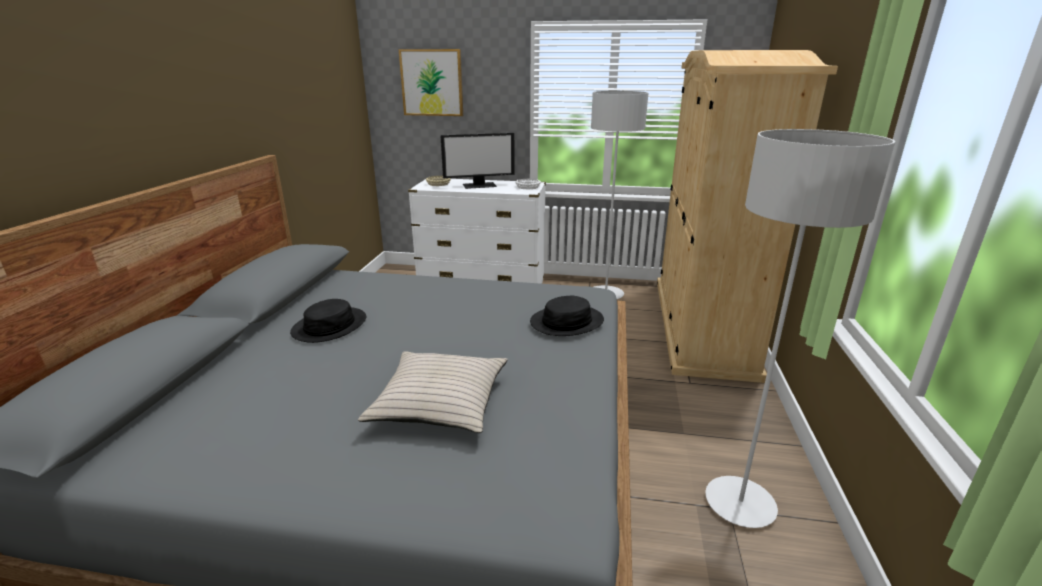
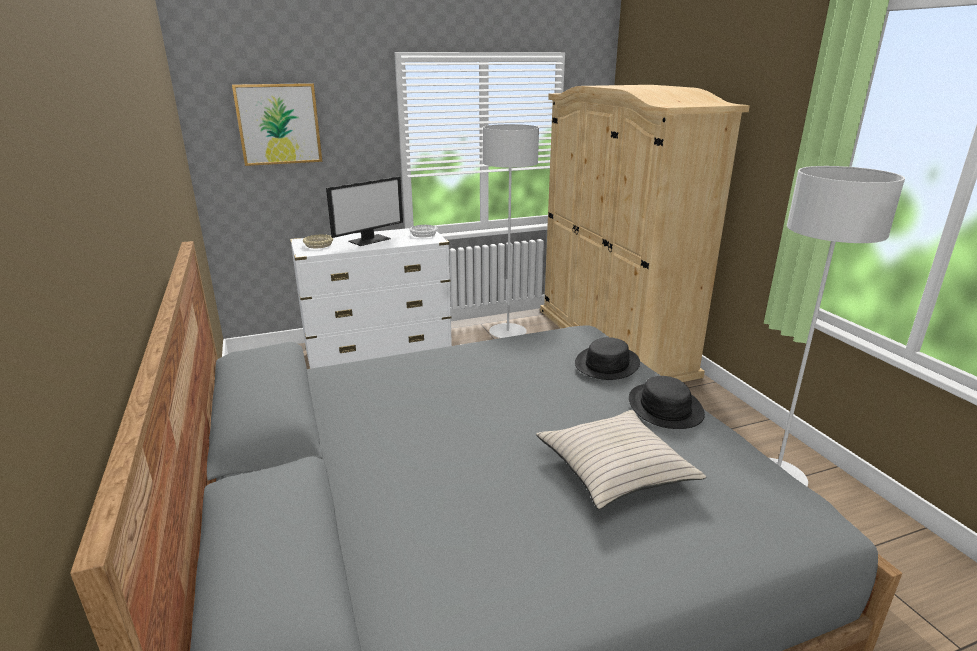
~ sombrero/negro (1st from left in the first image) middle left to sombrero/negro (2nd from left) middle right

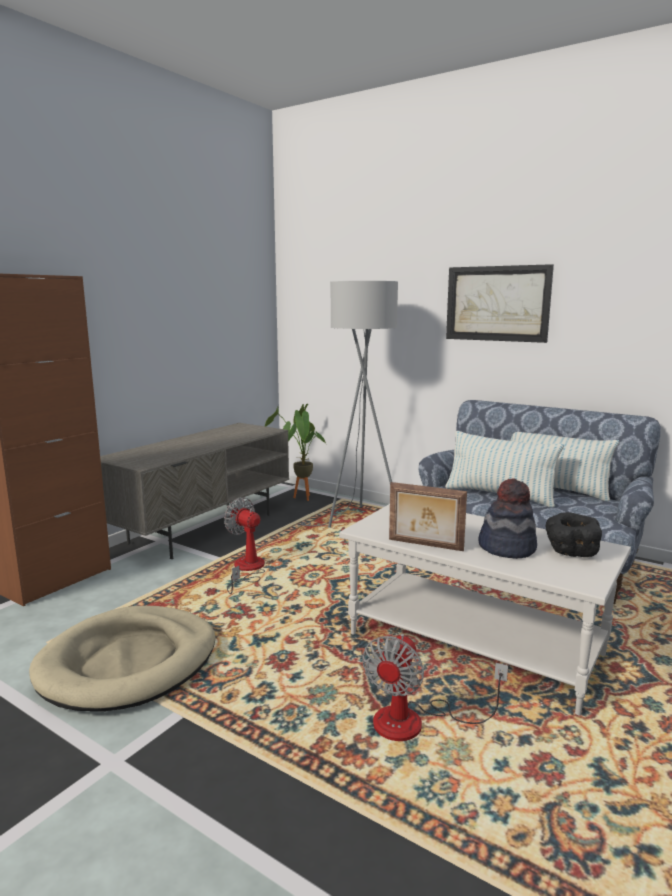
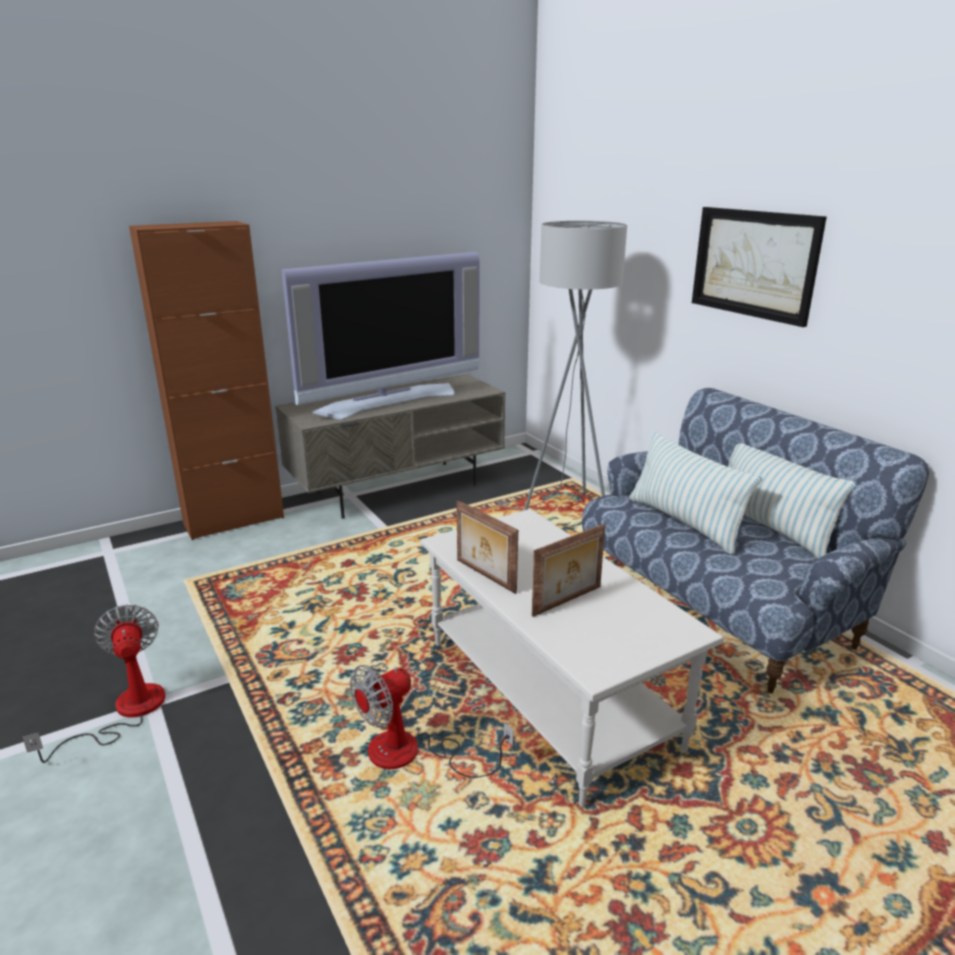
- cama para perro/beis bottom left
- planta en maceta centre
- cuenco/negro middle right
+ televisor centre
~ ventilador (1st from left) centre to bottom left
~ sombrero middle right to portarretratos (2nd from left) centre

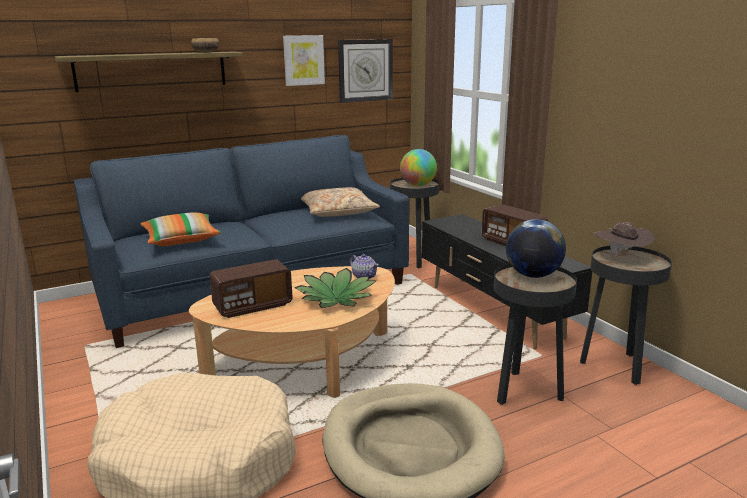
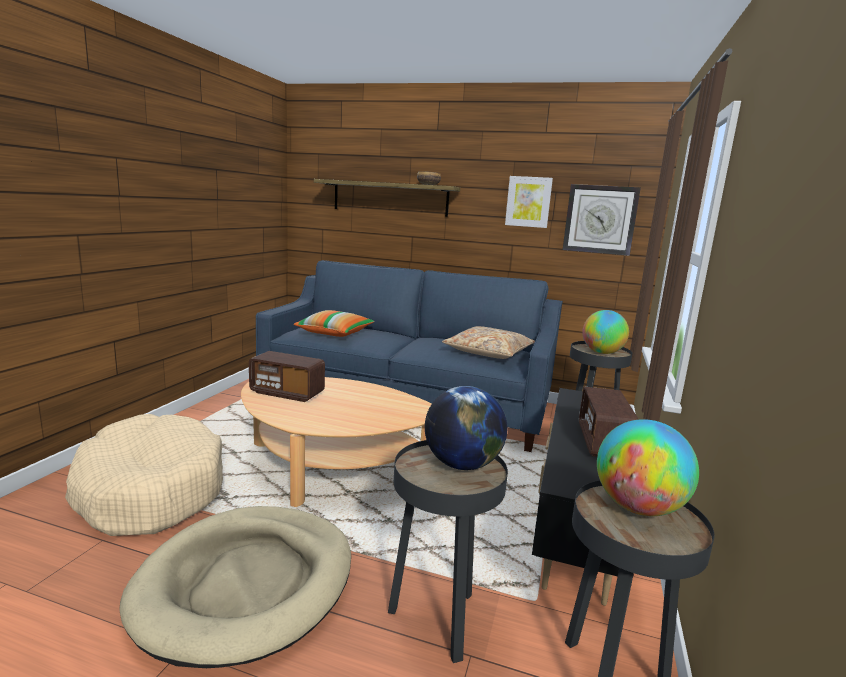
- planta en maceta centre
- tetera centre
~ sombrero/marrón middle right to globo terráqueo (3rd from left) bottom right

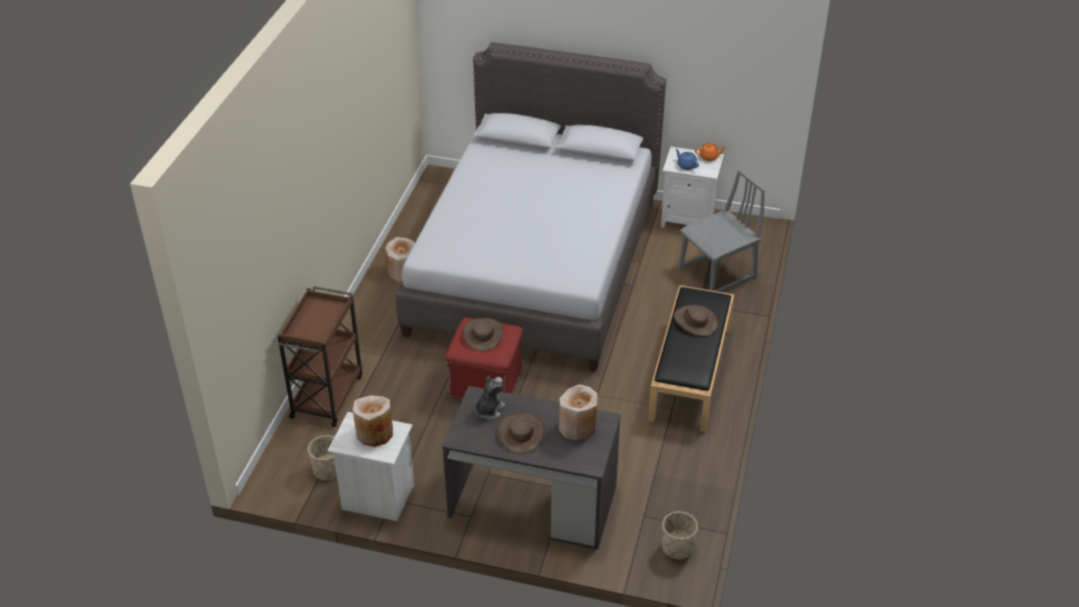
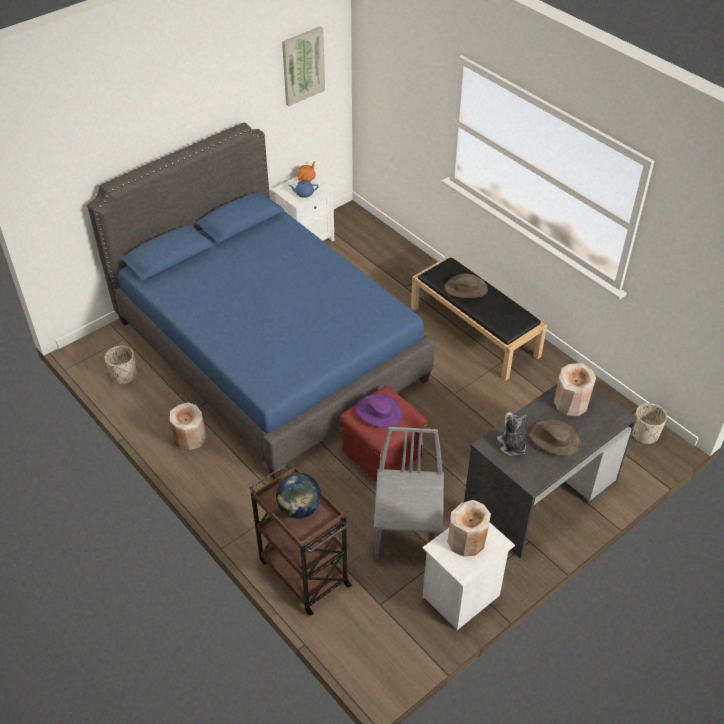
+ globo terráqueo bottom centre
+ cuadro top centre
~ maceta/beis (1st from left) bottom left to middle left
~ silla/gris middle right to bottom centre
~ cama/gris centre to cama/azul centre
~ sombrero/marrón (1st from left) centre to sombrero/morado centre

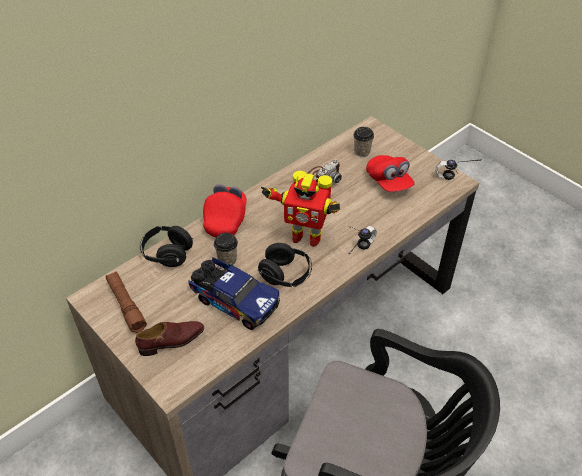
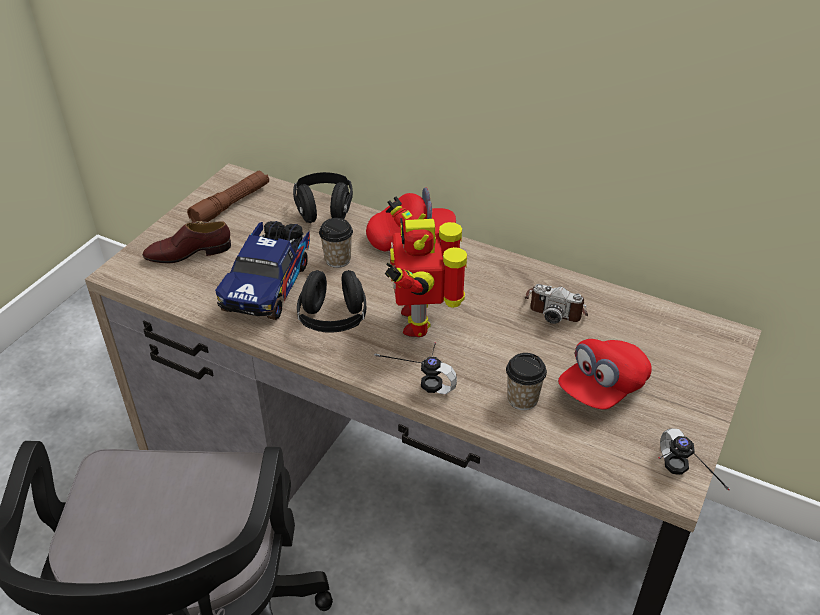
~ taza (2nd from left) top centre to centre
~ zapato/marrón bottom left = middle left 120 degrees clockwise

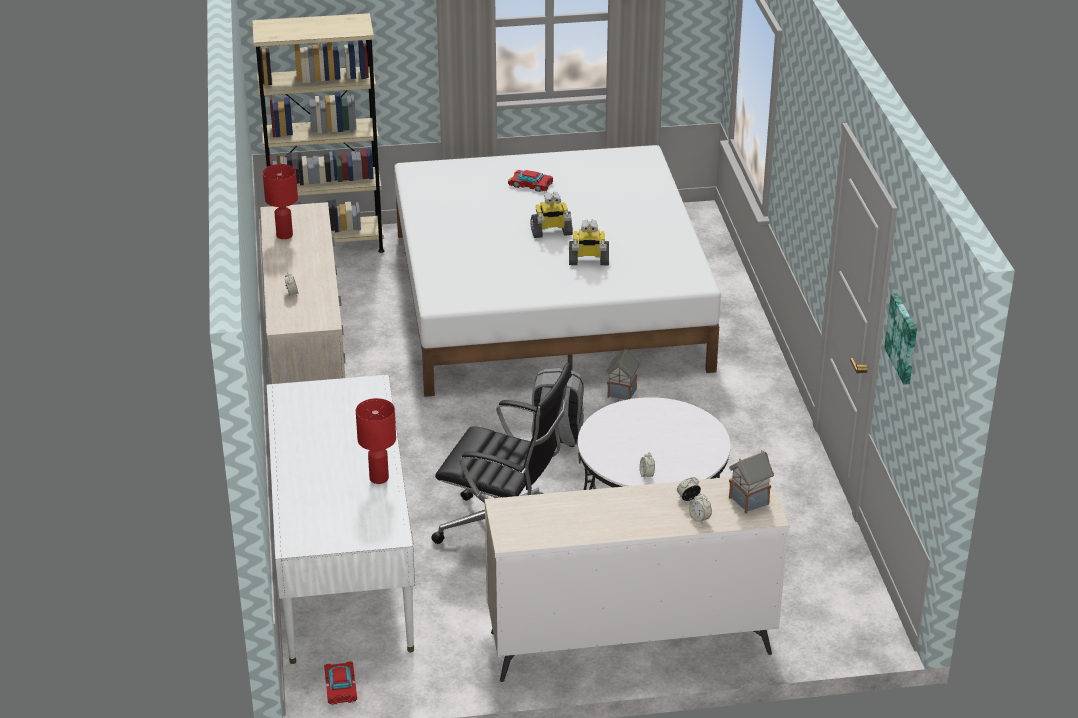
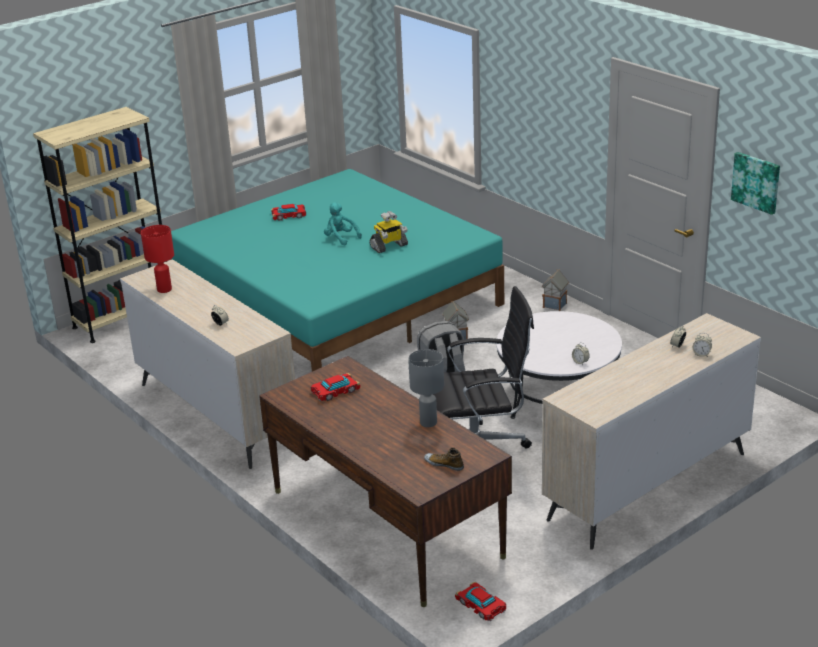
+ coche de juguete (2nd from left) centre
+ zapato bottom centre
~ casita (2nd from left) bottom right to middle right
~ robot de juguete (1st from left) top centre to peluche/turquesa centre
~ escritorio/blanco bottom left to escritorio/marrón bottom centre
~ lámpara de mesa/rojo (2nd from left) centre to lámpara de mesa/gris centre
~ cama/blanco centre to cama/turquesa centre

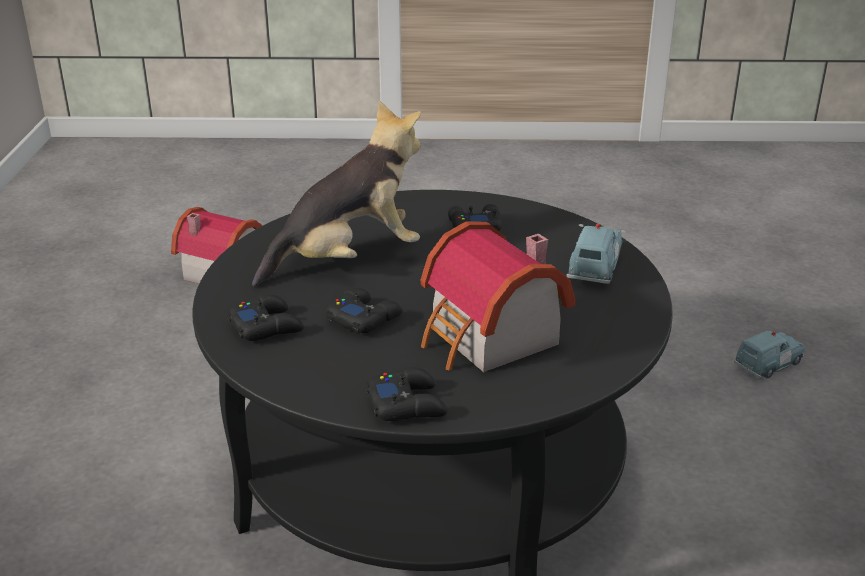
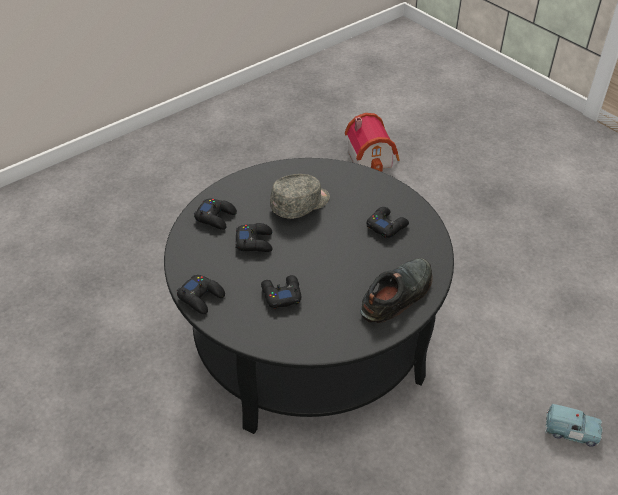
~ peluche centre to gorra/gris centre
~ casita (2nd from left) centre to mando de consola/negro (4th from left) centre
~ coche de juguete/azul (1st from left) middle right to zapato/negro centre

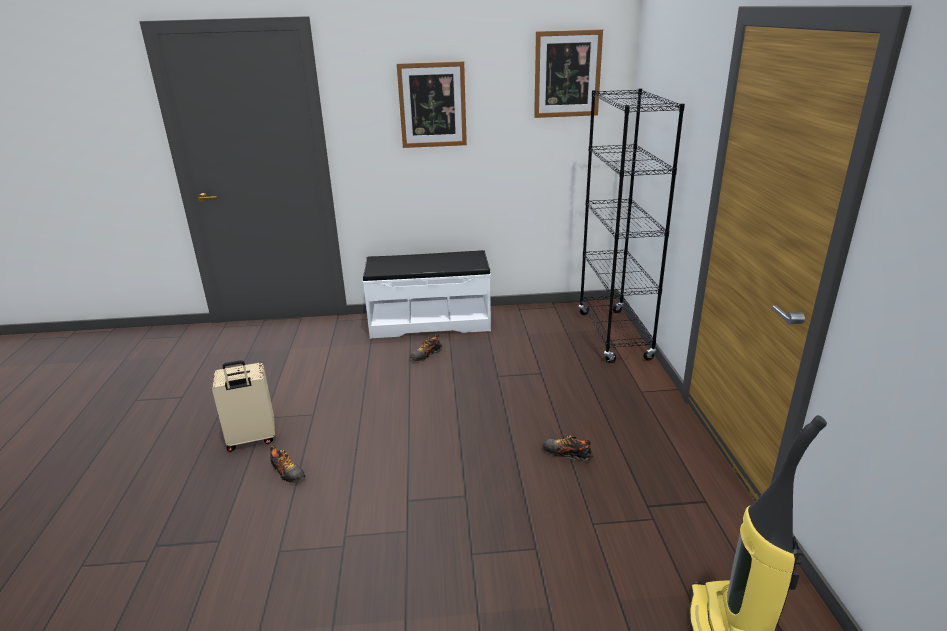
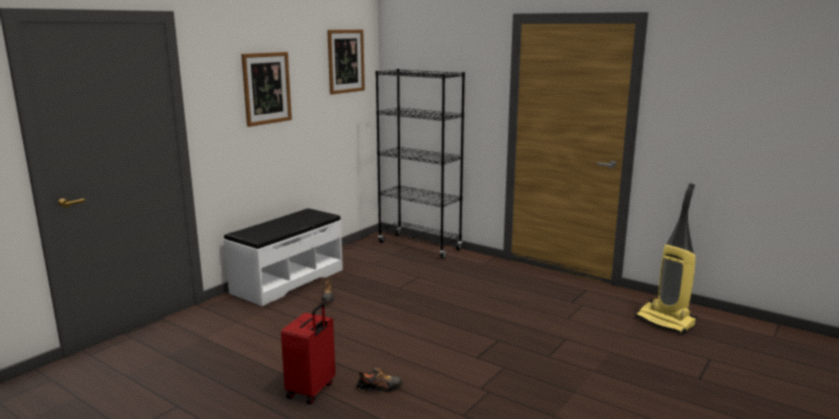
- zapato (3rd from left) bottom centre
~ maleta/beis middle left to maleta/rojo bottom centre

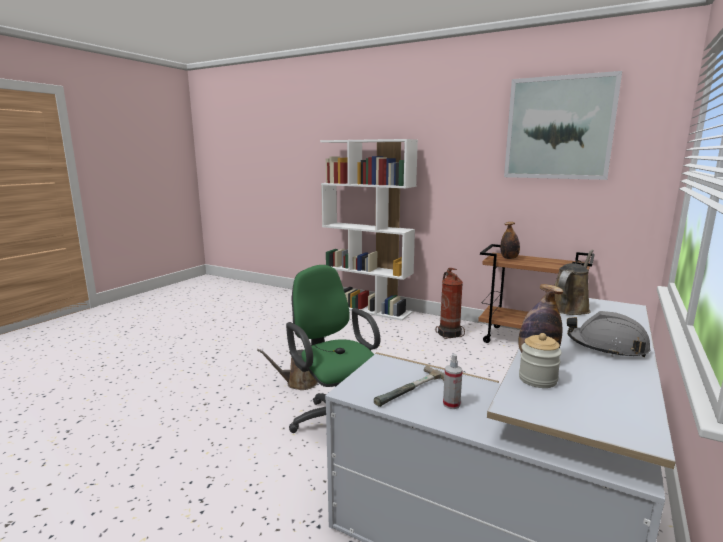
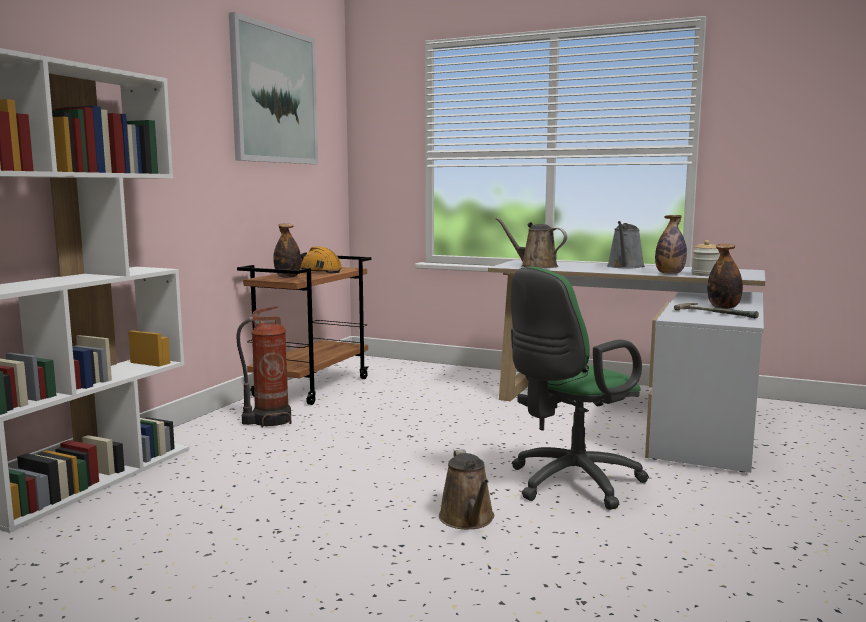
+ casco/naranja centre
~ pulverizador bottom centre to botella (3rd from left) middle right
~ casco/gris middle right to regadera/gris middle right

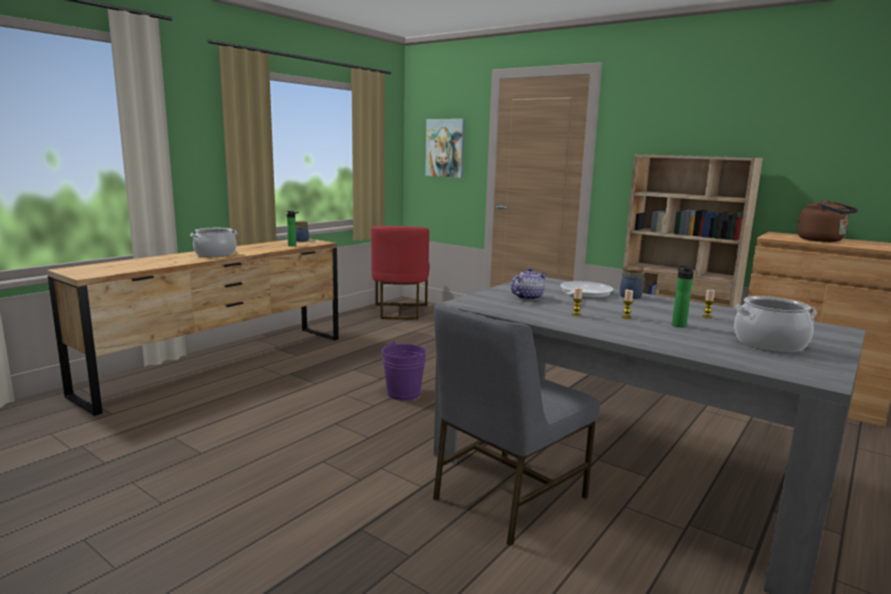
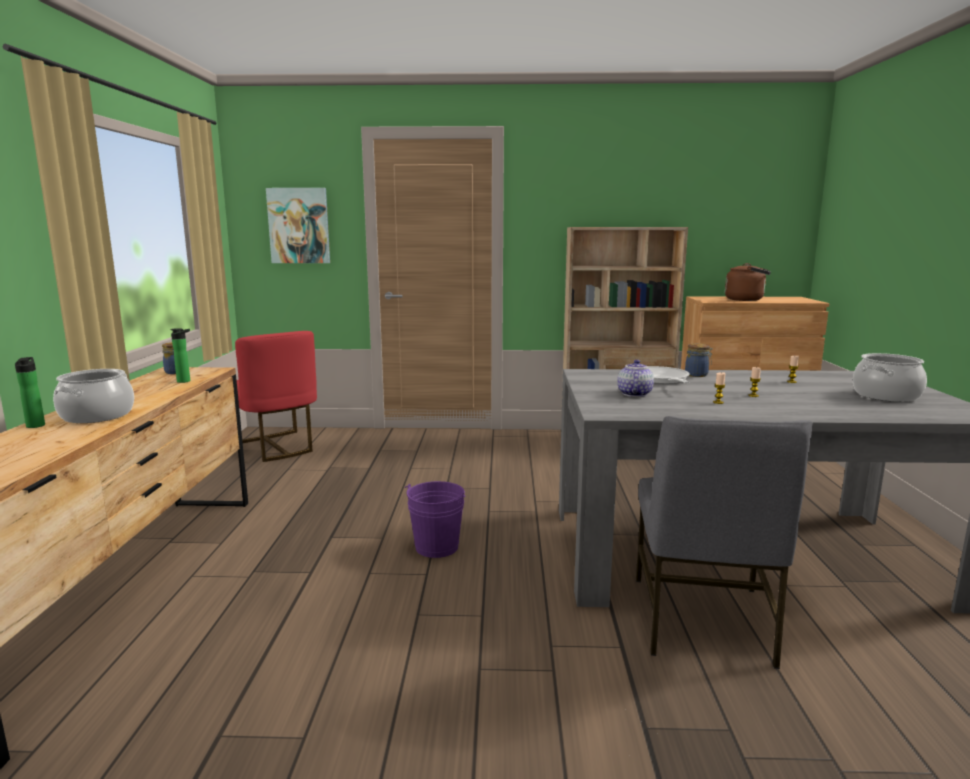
~ botella (2nd from left in the first image) middle right to botella (1st from left) middle left

